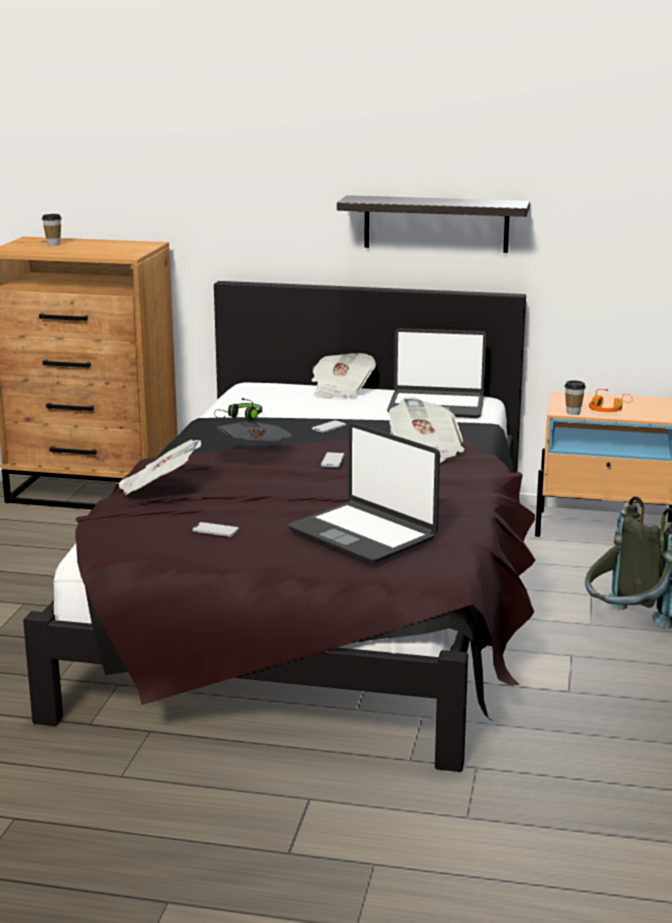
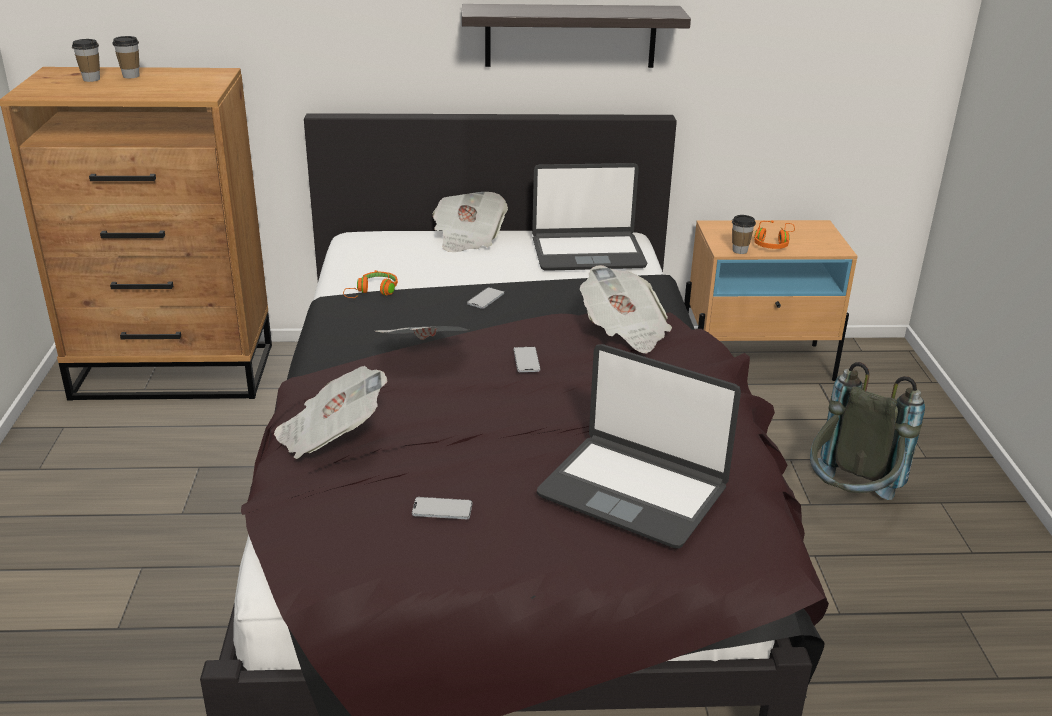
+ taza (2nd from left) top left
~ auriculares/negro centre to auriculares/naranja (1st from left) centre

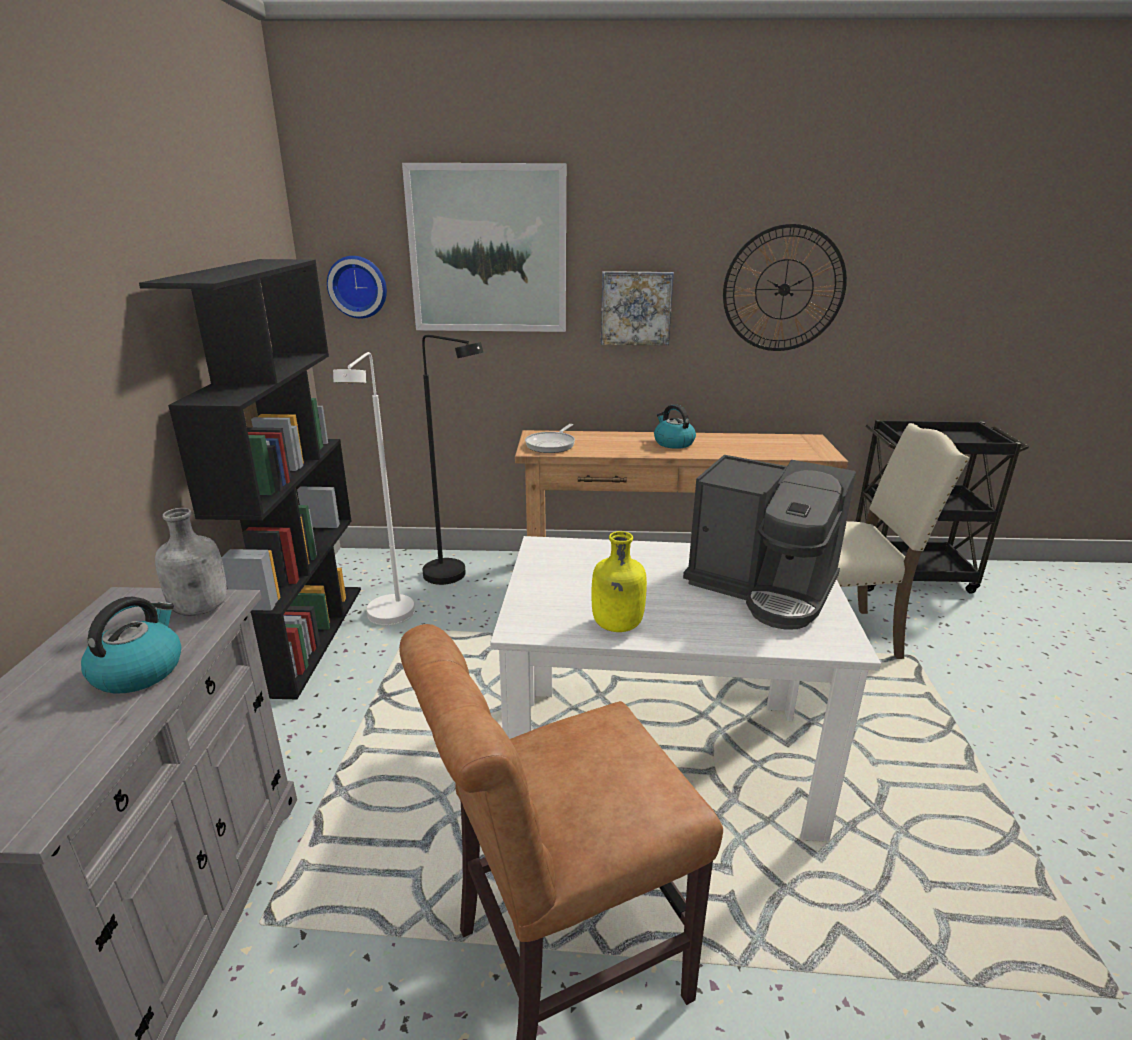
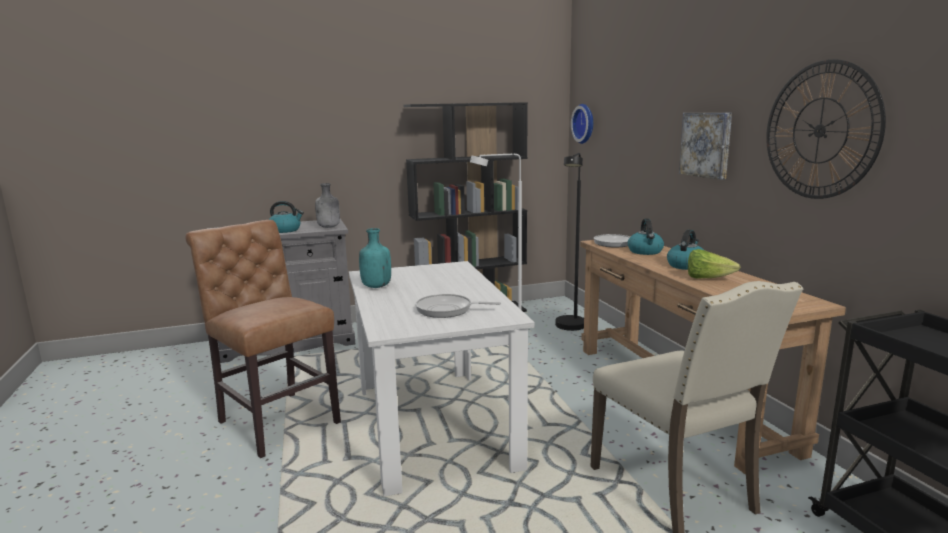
- cuadro (1st from left) top centre
+ hervidor (2nd from left) middle right
+ lechuga middle right
~ cafetera middle right to sartén (1st from left) centre
~ botella/amarillo centre to botella/turquesa centre

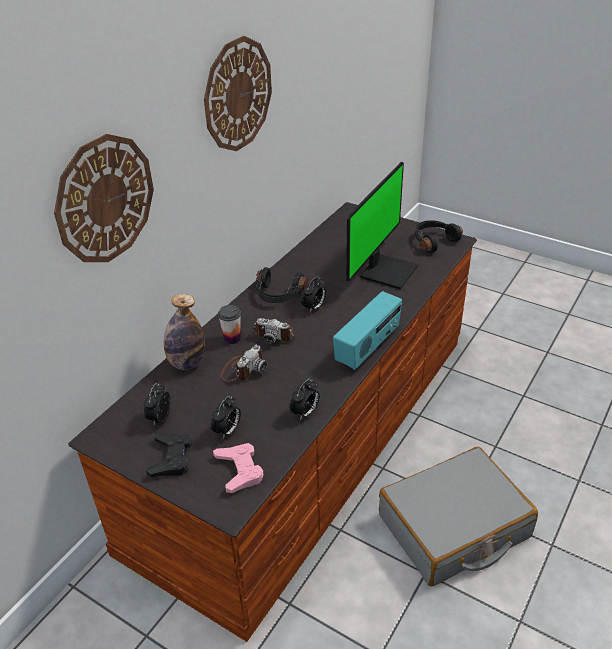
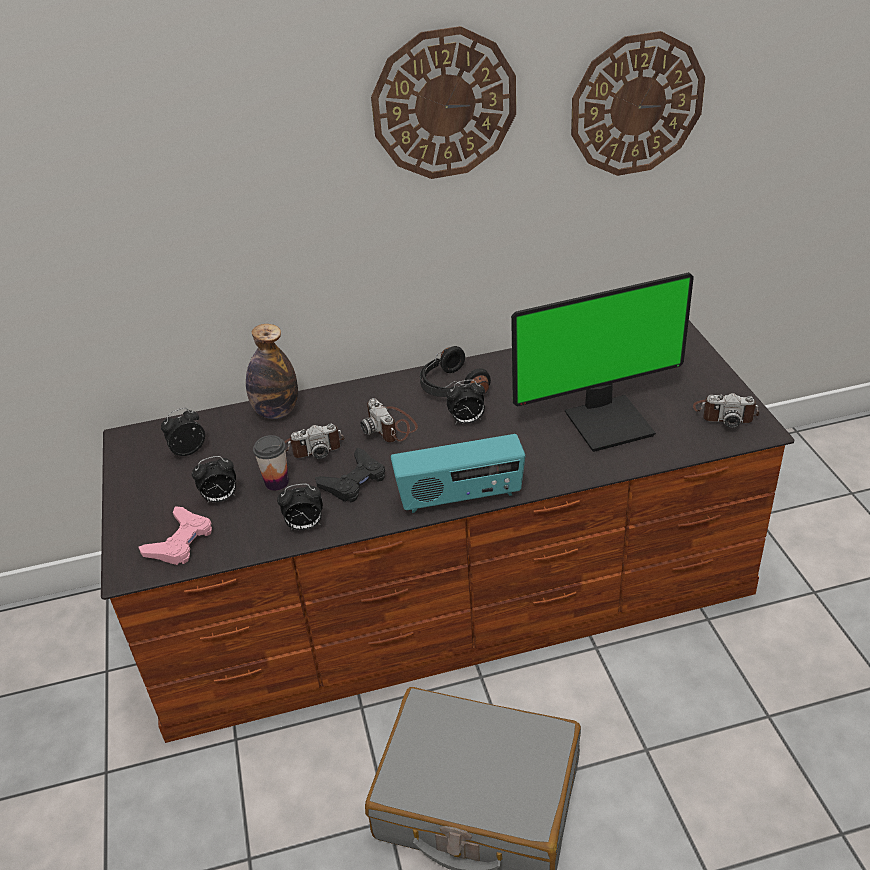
~ reloj de pared (1st from left in the first image) top left to reloj de pared (2nd from left) top right
~ mando de consola/negro bottom left to centre
~ taza centre to middle left
~ auriculares/negro (2nd from left) middle right to cámara (3rd from left) middle right

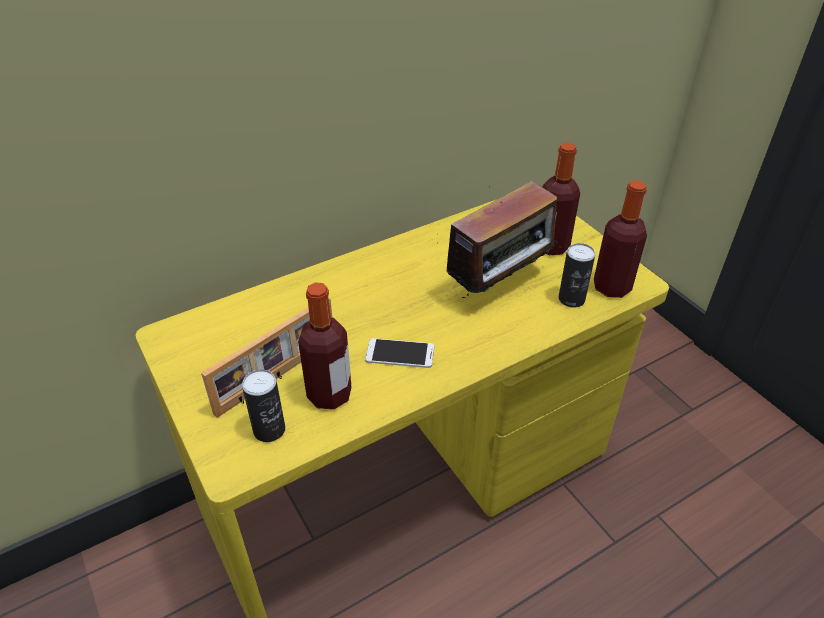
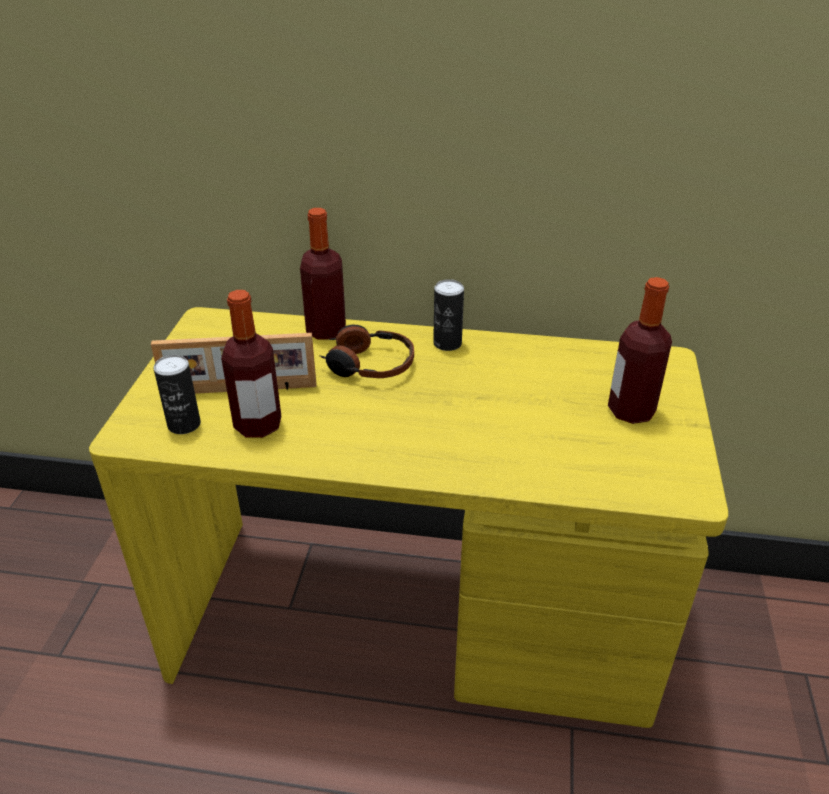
- móvil centre
- radio centre
+ auriculares centre
~ lata (2nd from left) middle right to centre
~ botella (3rd from left in the first image) middle right to botella (2nd from left) centre

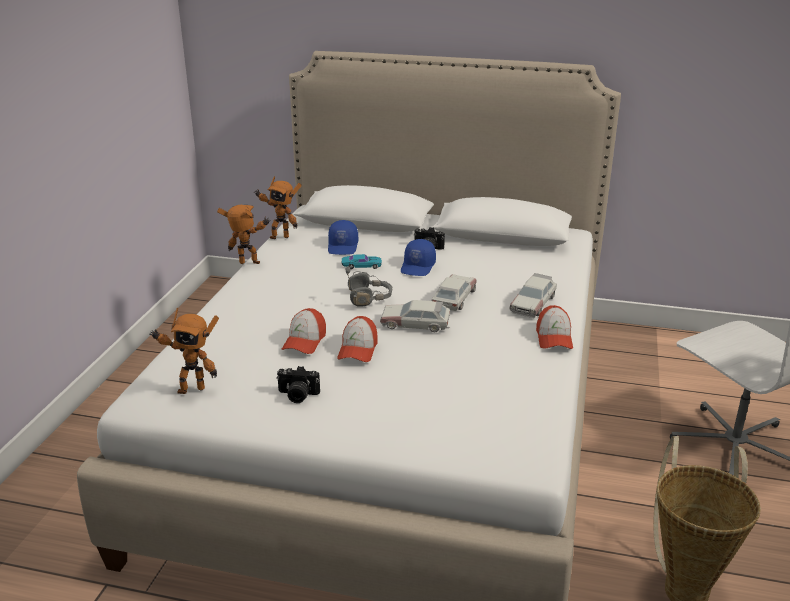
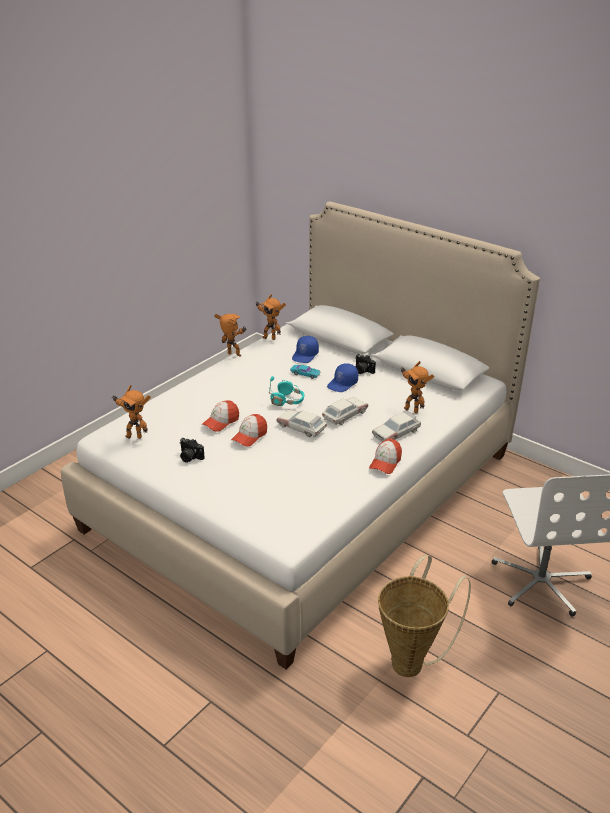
+ robot de juguete (4th from left) middle right
~ auriculares/gris centre to auriculares/turquesa centre

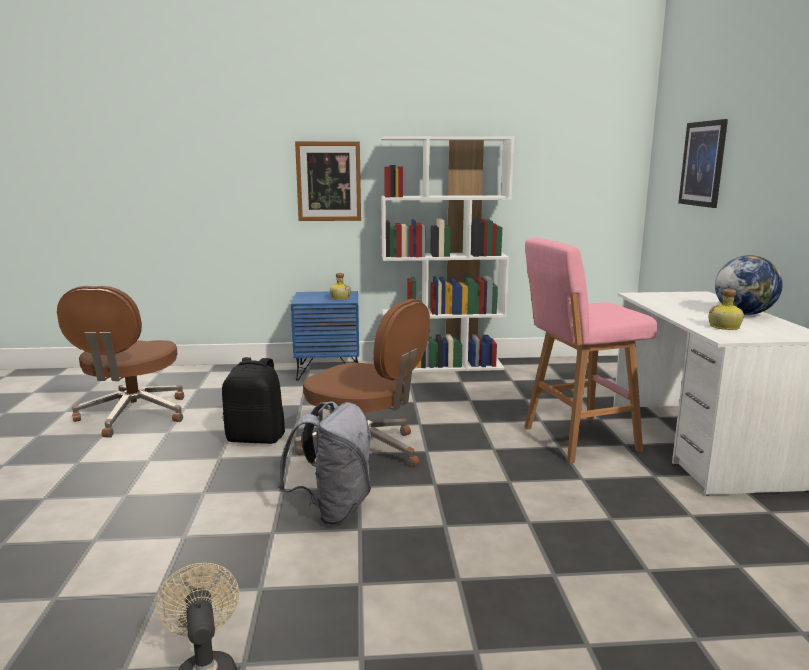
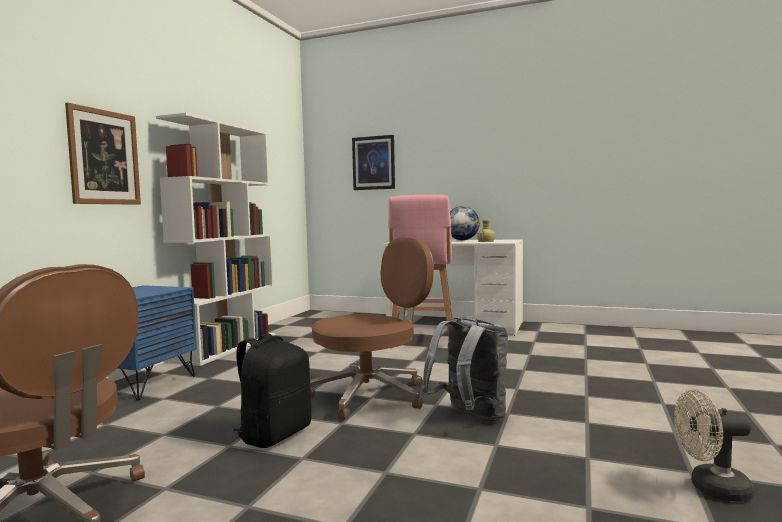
- botella (1st from left) centre

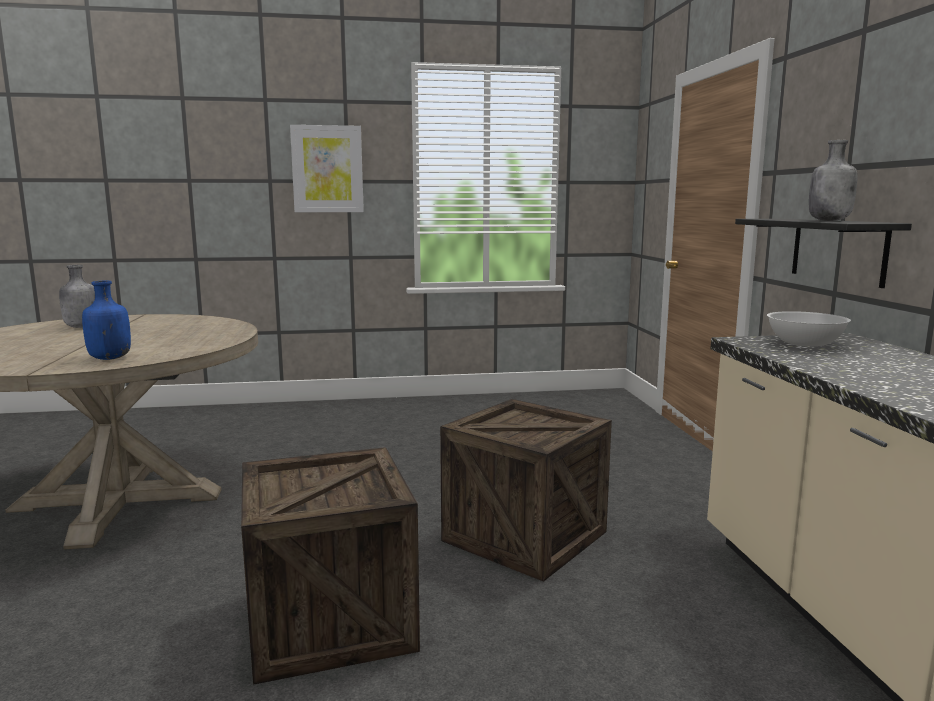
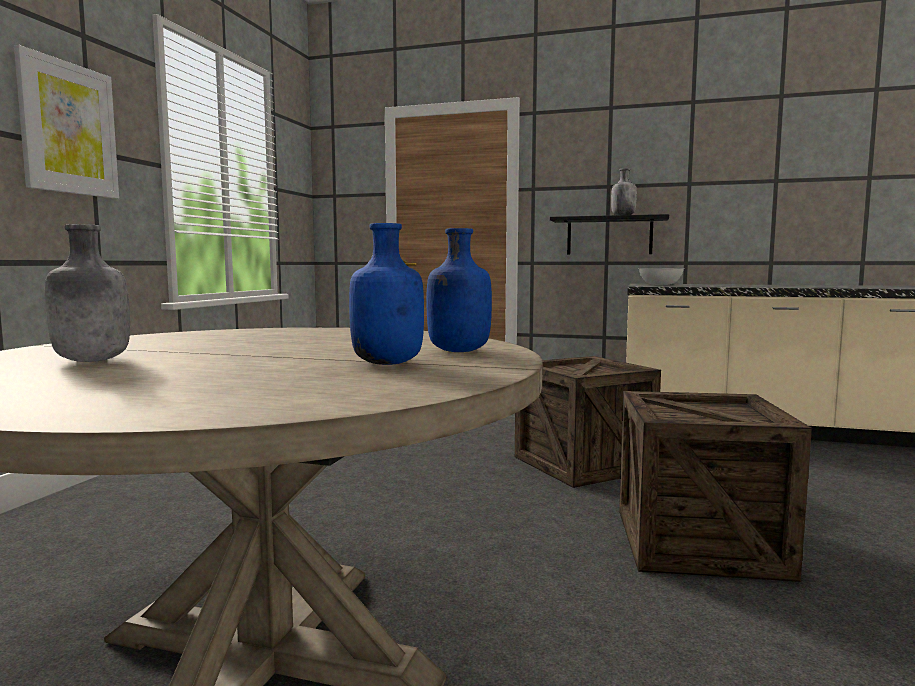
+ botella/azul (1st from left) centre

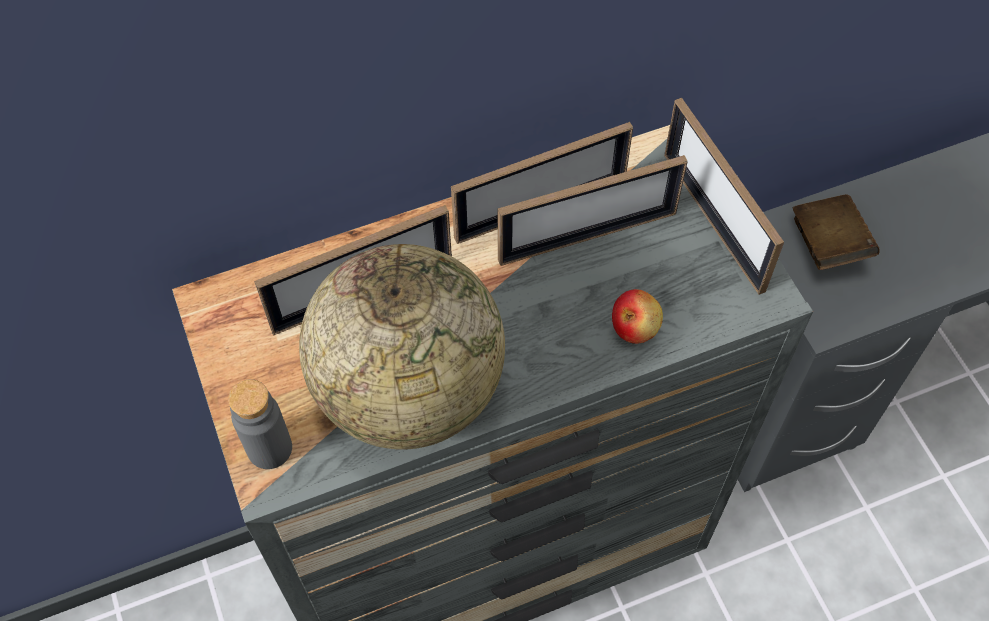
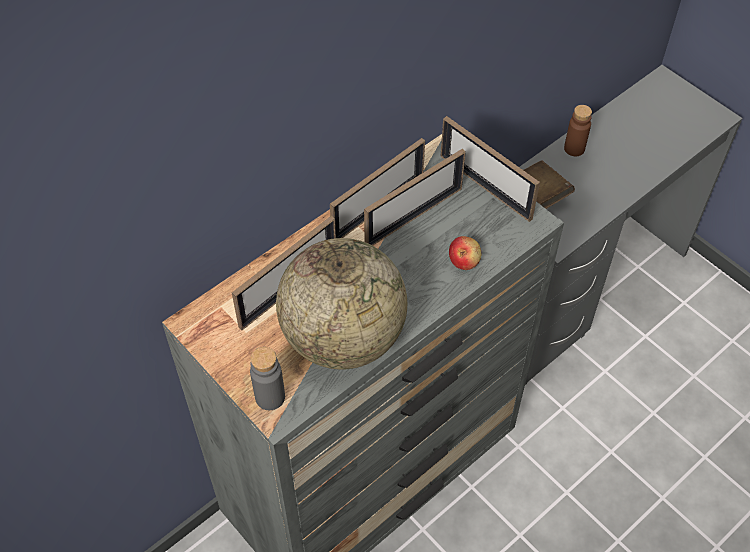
+ botella/marrón top right

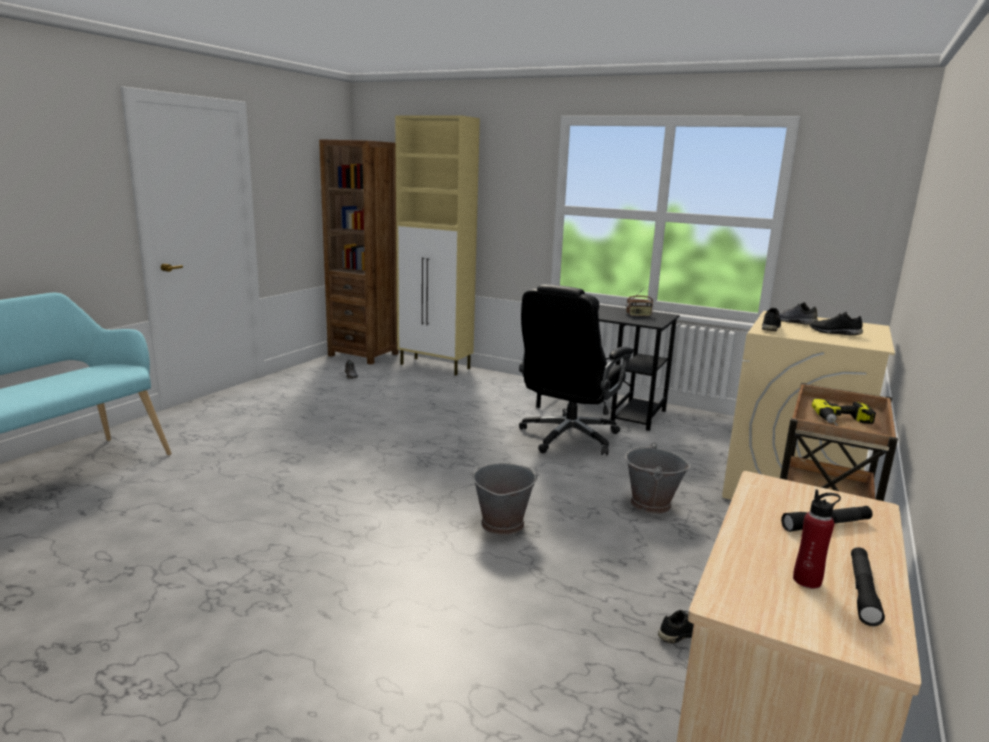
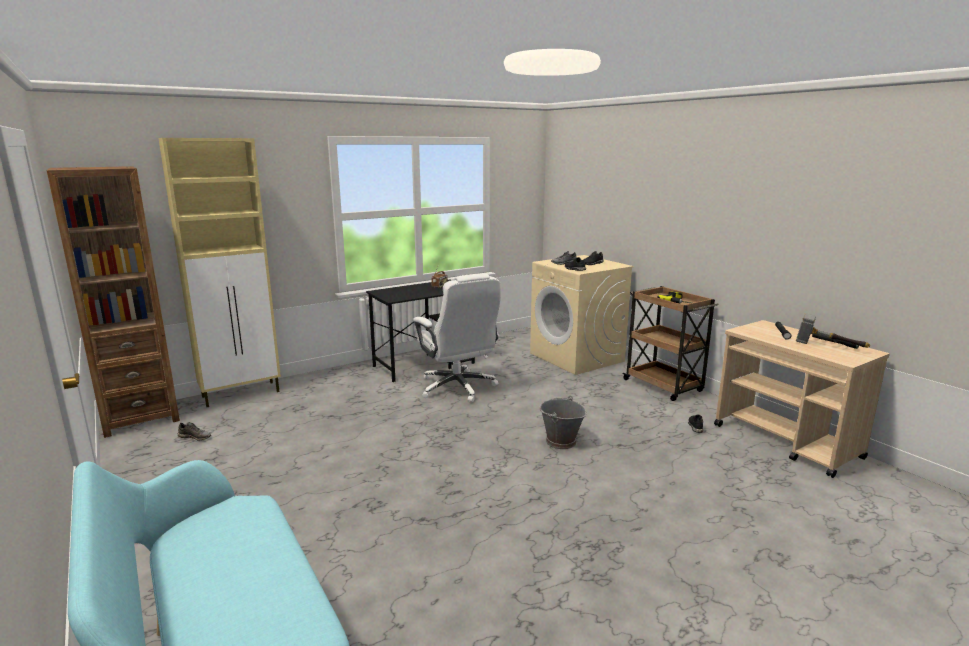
- cubo/gris (2nd from left) centre
~ botella/rojo bottom right to martillo middle right
~ silla de oficina/negro centre to silla de oficina/blanco centre

